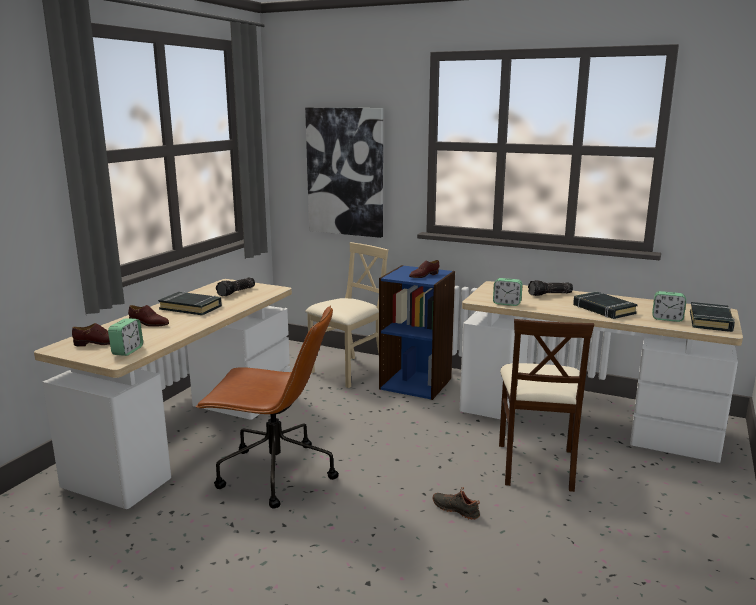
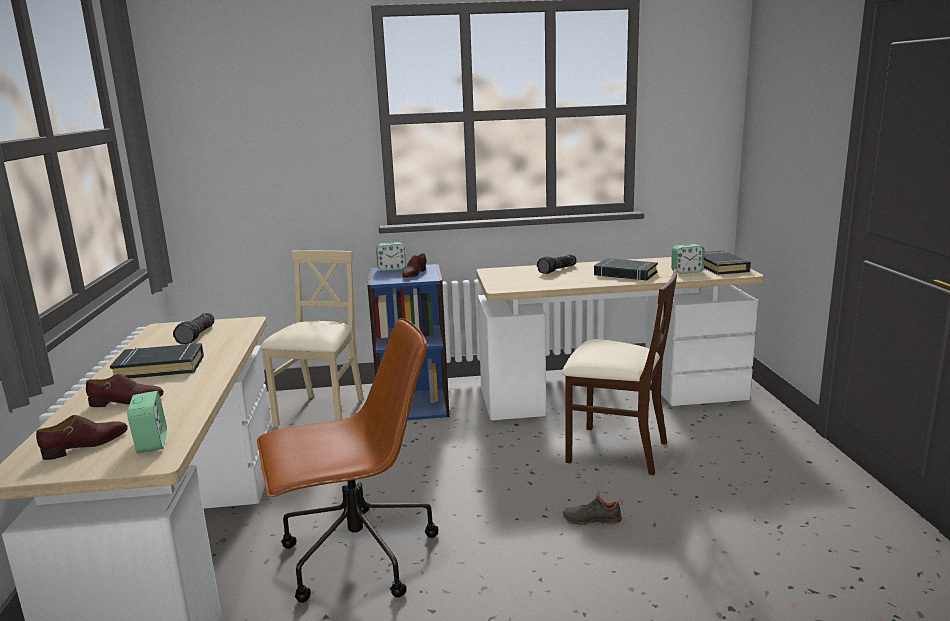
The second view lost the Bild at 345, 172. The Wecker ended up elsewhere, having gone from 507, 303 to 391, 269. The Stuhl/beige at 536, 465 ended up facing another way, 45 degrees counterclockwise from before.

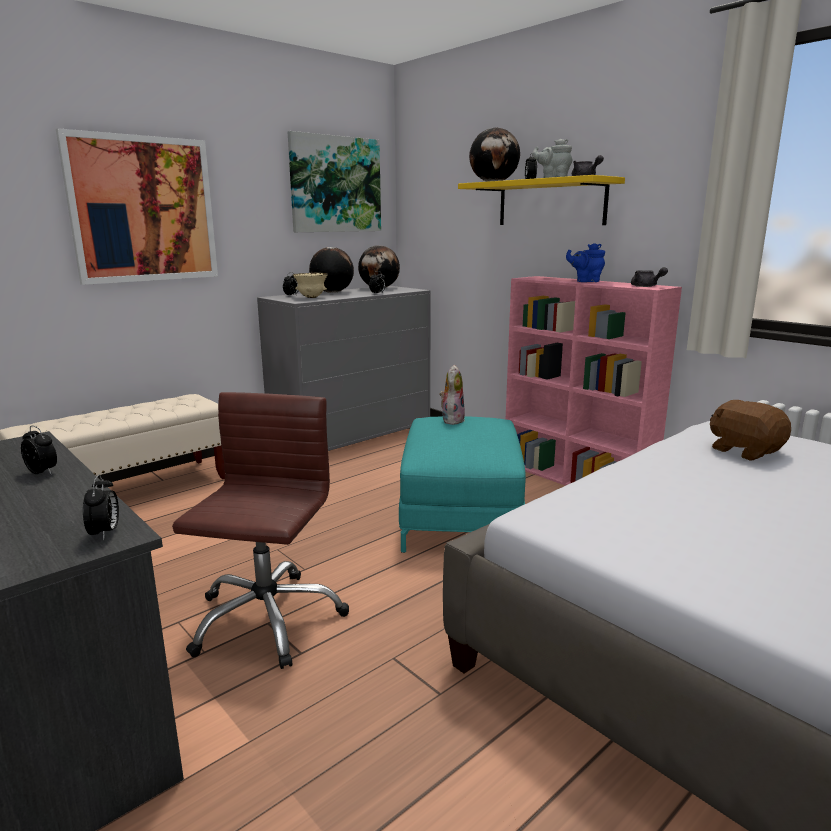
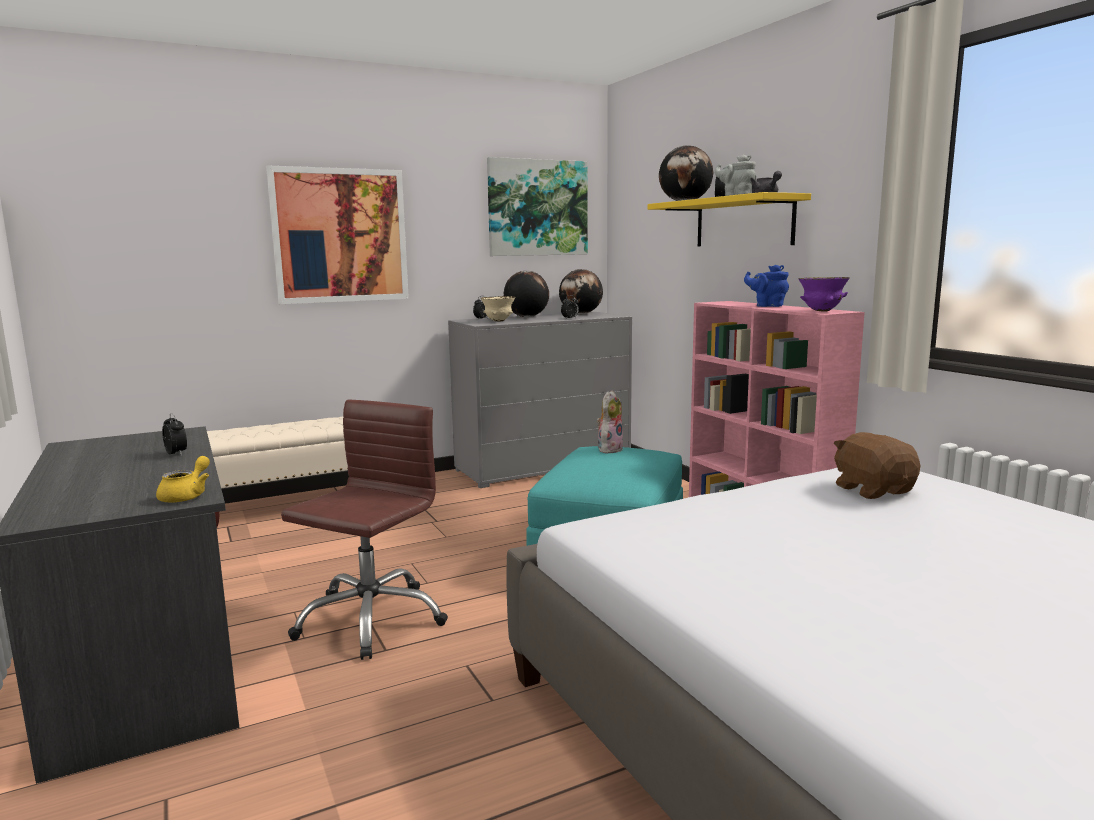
Where the Wecker stood at 105, 533, the Teekanne/gelb came to stand at 187, 496. Where the Teekanne/grau stood at 646, 286, the Schüssel/lila came to stand at 822, 311.

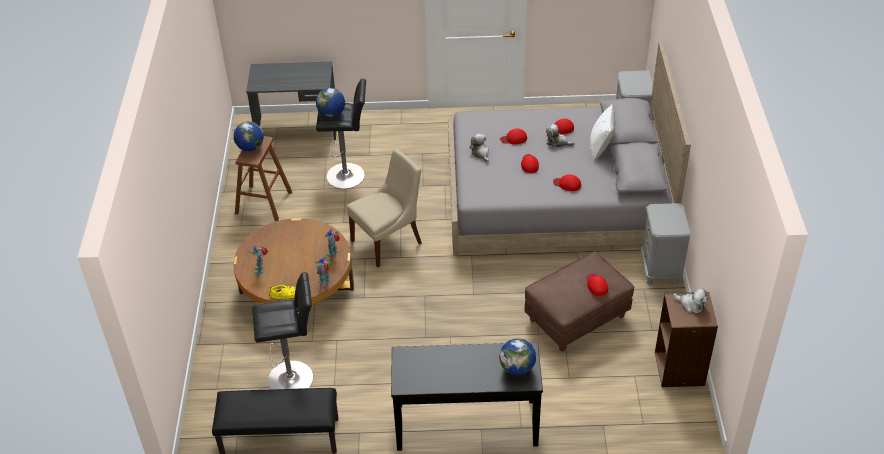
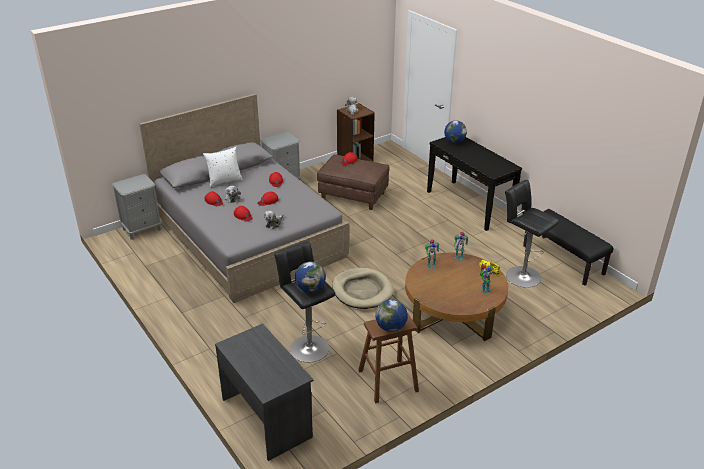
Where the Stuhl/beige stood at 388, 241, the Hundebett/beige came to stand at 362, 291.

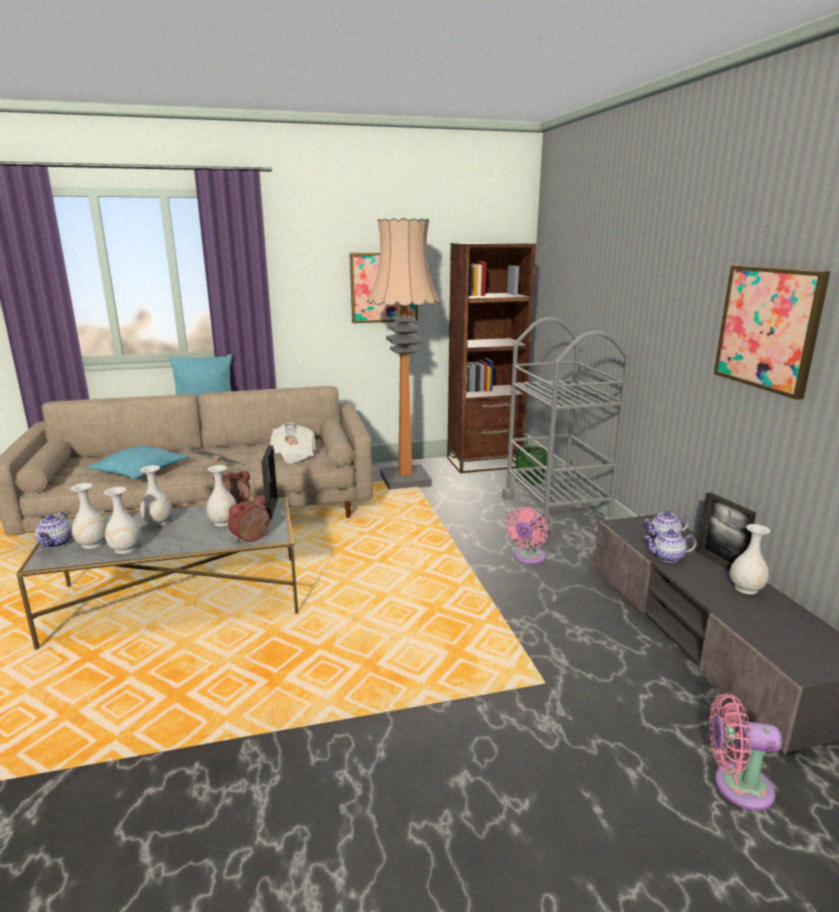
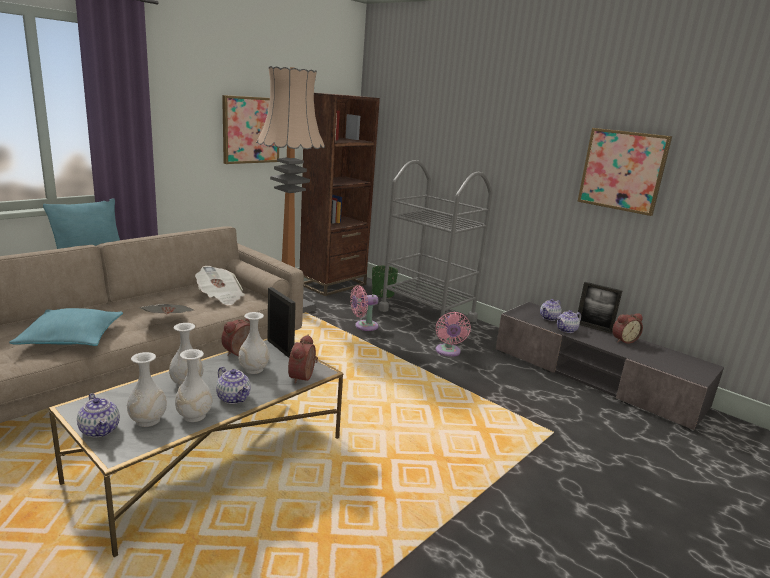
The second view gained the Teekanne at 234, 398. The Ventilator/rosa ended up elsewhere, having gone from 736, 786 to 364, 326. Where the Vase/weiß stood at 746, 588, the Wecker came to stand at 623, 340.

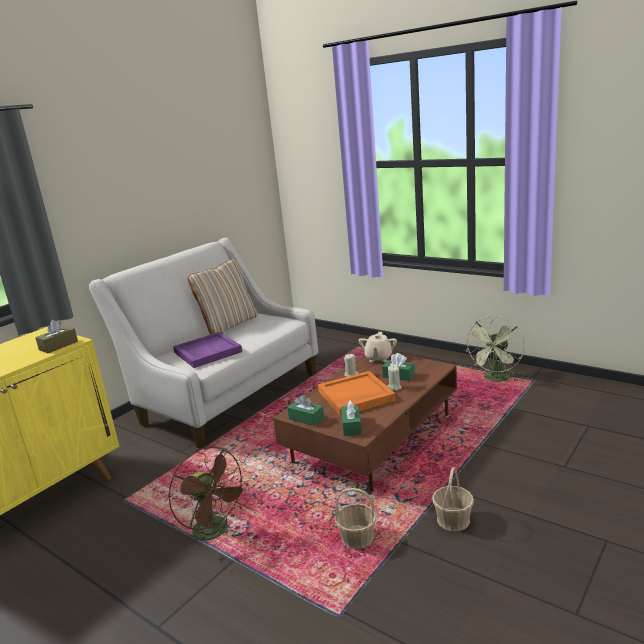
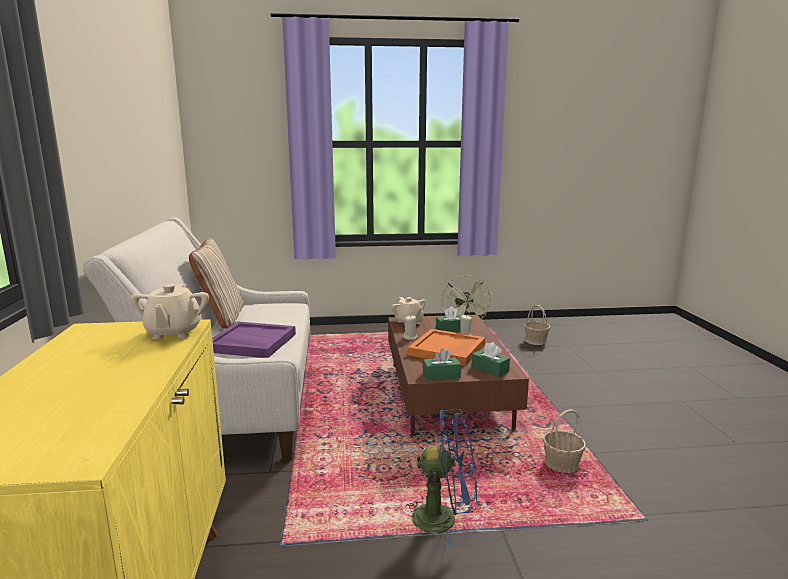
The Korb ended up elsewhere, having gone from 453, 519 to 536, 341. Where the Taschentuchbox/braun stood at 58, 346, the Teekanne/beige came to stand at 173, 333. What was the Ventilator/braun at 216, 532 turned into the Ventilator/blau at 444, 518.

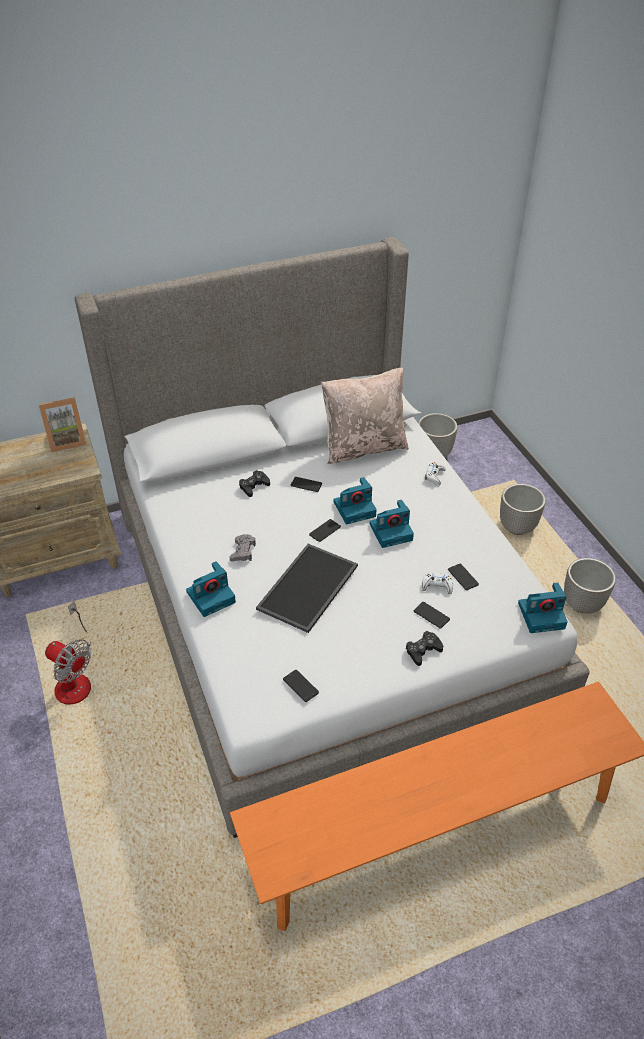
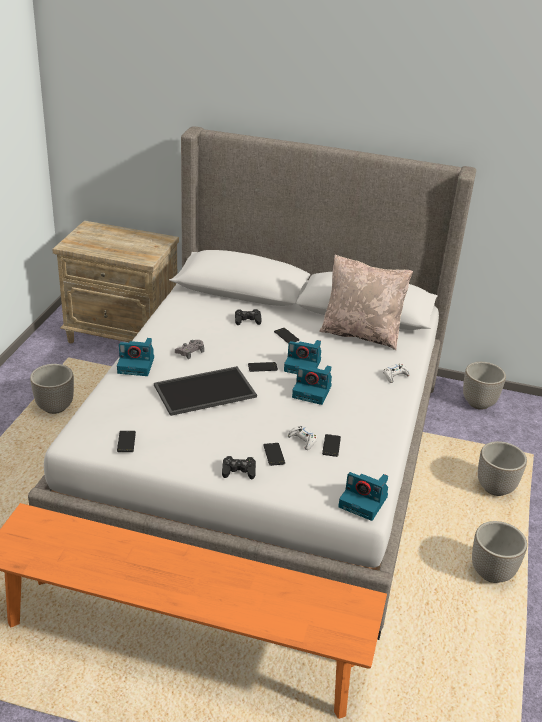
The second view lost the Bilderrahmen at 67, 441. Where the Ventilator stood at 74, 678, the Pflanzkübel came to stand at 55, 407.

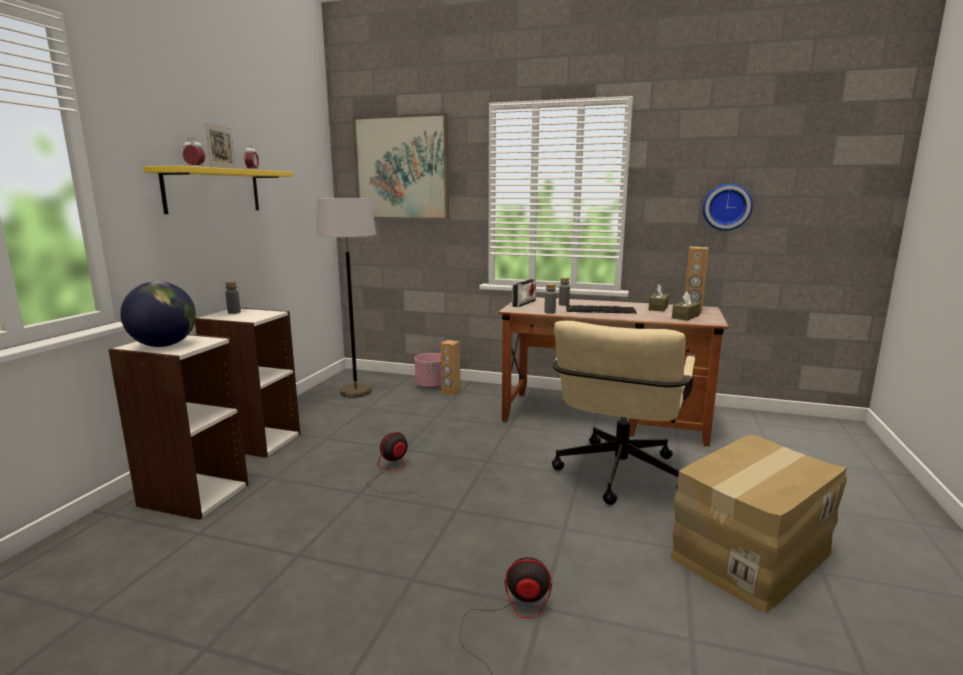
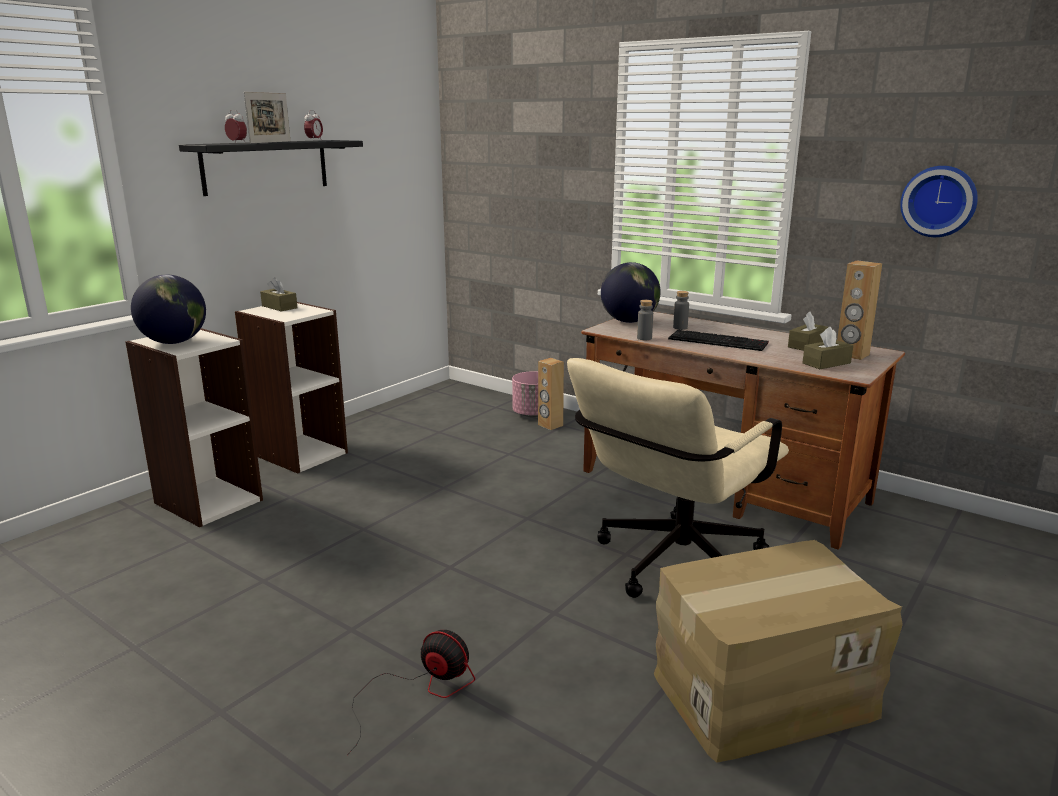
The second view lost the Stehlampe/grau at 356, 392. The second view lost the Bild at 401, 168. The second view lost the Ventilator at 392, 473. Where the Flasche/grau stood at 234, 312, the Taschentuchbox/braun came to stand at 279, 307. Where the Radio stood at 524, 303, the Globus came to stand at 629, 321. What was the Wandregal/gelb at 213, 190 turned into the Wandregal/schwarz at 266, 166.

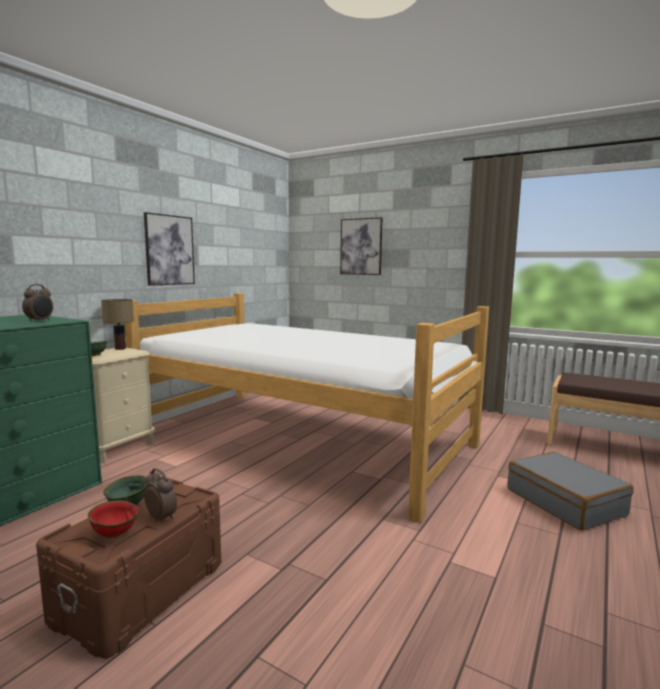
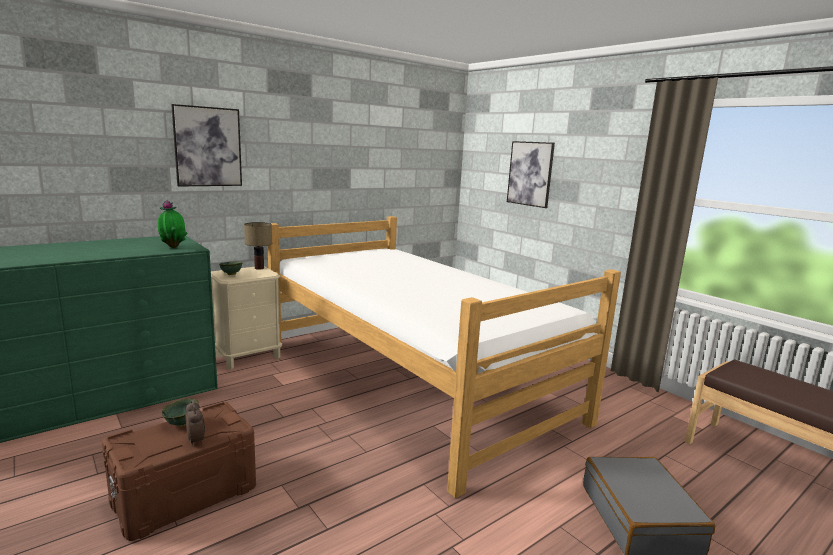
The second view lost the Schüssel/rot at 114, 534. The Bild ended up elsewhere, having gone from 169, 250 to 208, 147. Where the Wecker stood at 40, 321, the Topfpflanze came to stand at 173, 247.

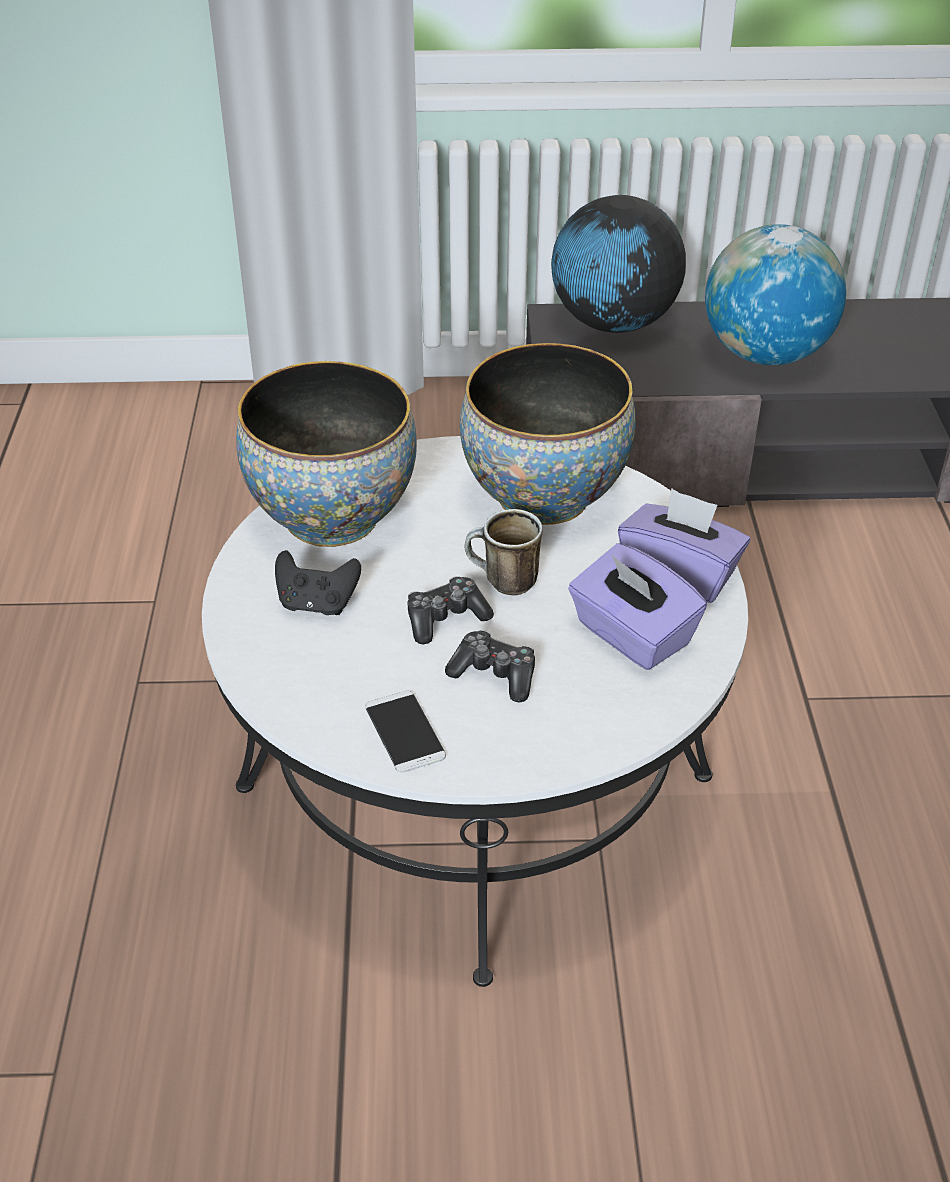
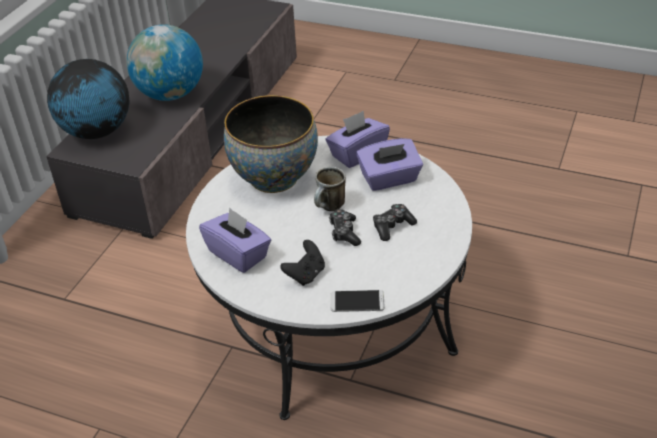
The Handy ended up elsewhere, having gone from 404, 732 to 357, 301. Where the Schüssel stood at 332, 518, the Taschentuchbox/lila came to stand at 238, 254.

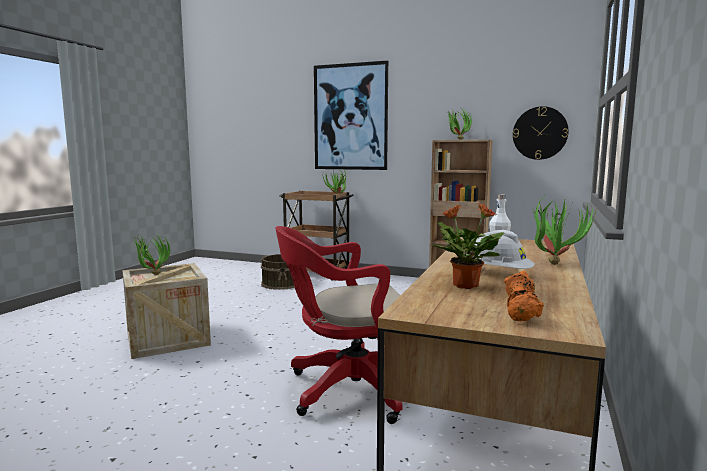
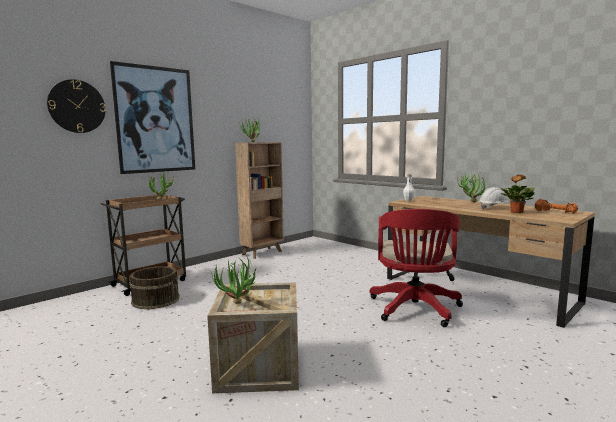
The Wanduhr ended up elsewhere, having gone from 540, 133 to 77, 106.

